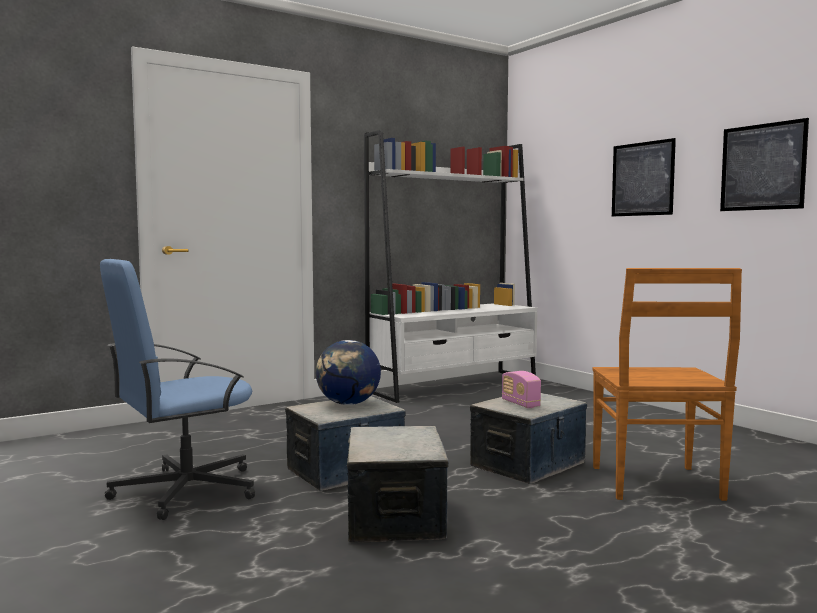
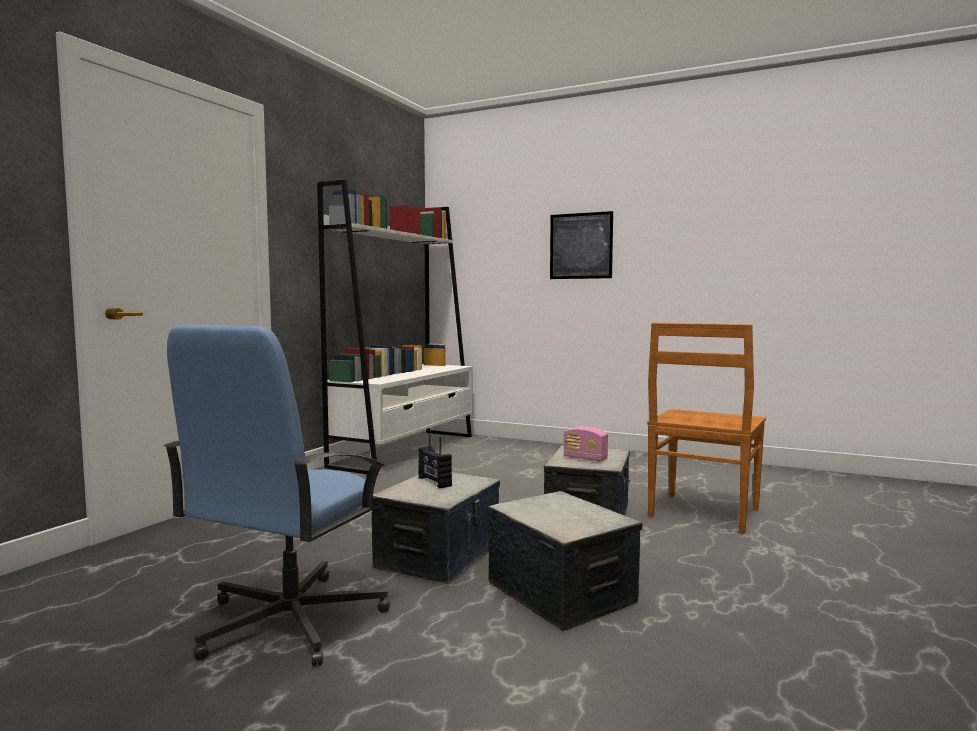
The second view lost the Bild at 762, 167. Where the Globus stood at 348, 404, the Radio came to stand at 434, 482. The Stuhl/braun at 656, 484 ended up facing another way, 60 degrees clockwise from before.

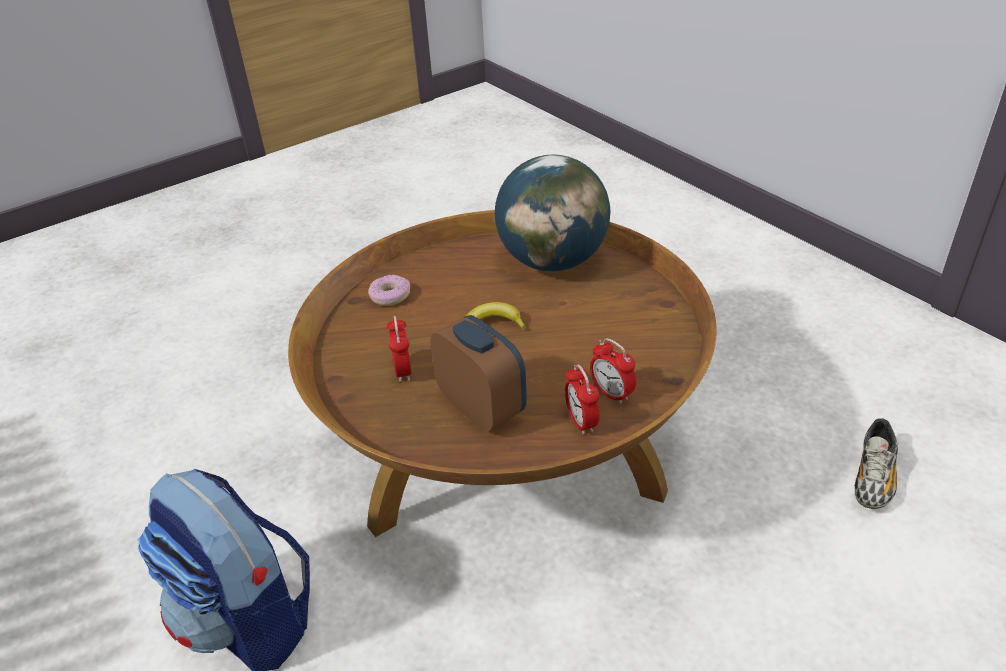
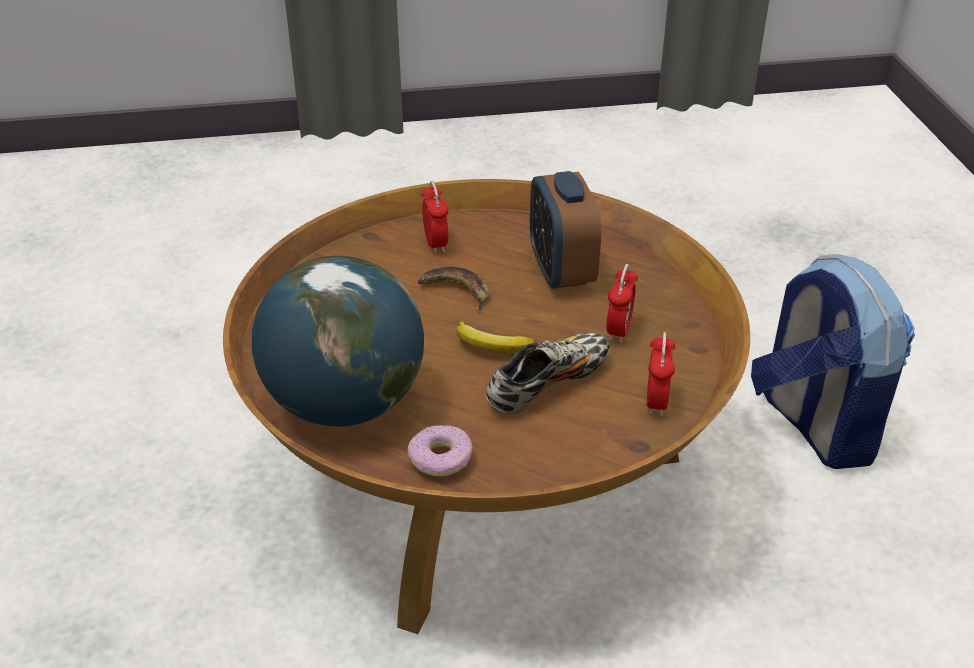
The second view gained the Banane at 456, 291. The Donut ended up elsewhere, having gone from 390, 296 to 441, 458. The Wecker ended up elsewhere, having gone from 581, 422 to 656, 402. The Schuh ended up elsewhere, having gone from 873, 478 to 548, 385.

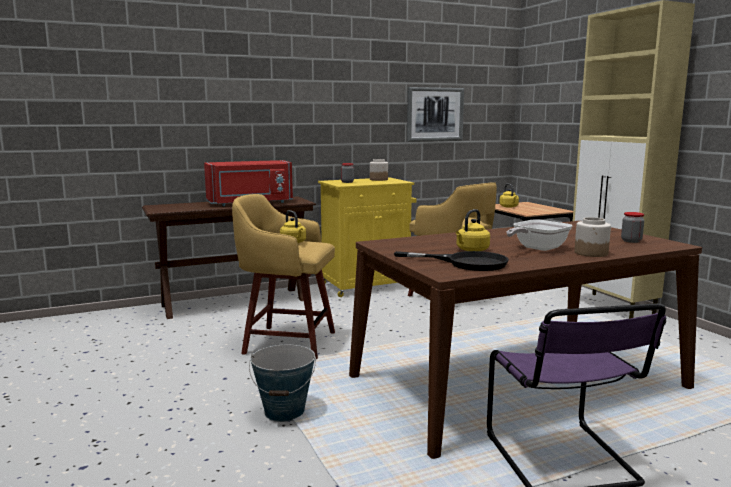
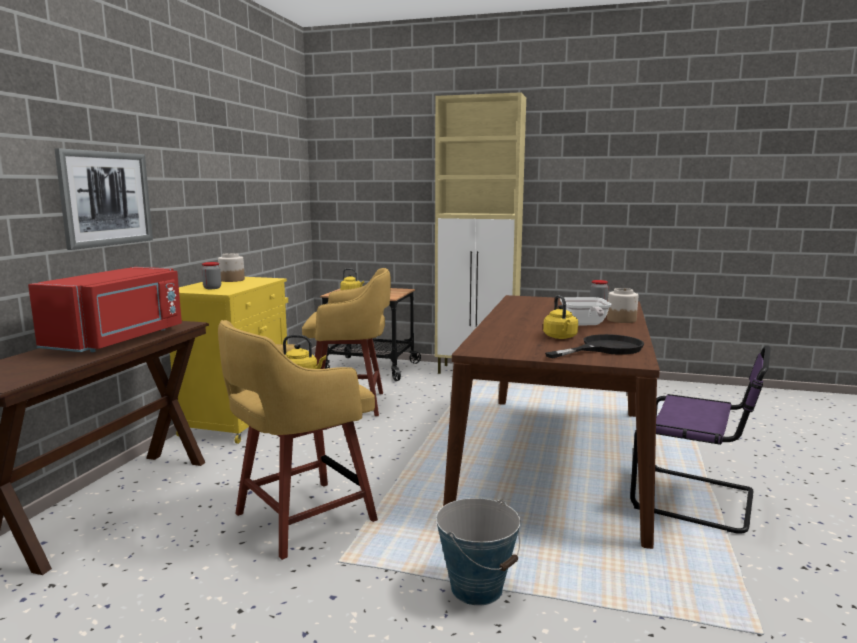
The Bild ended up elsewhere, having gone from 435, 114 to 106, 198.

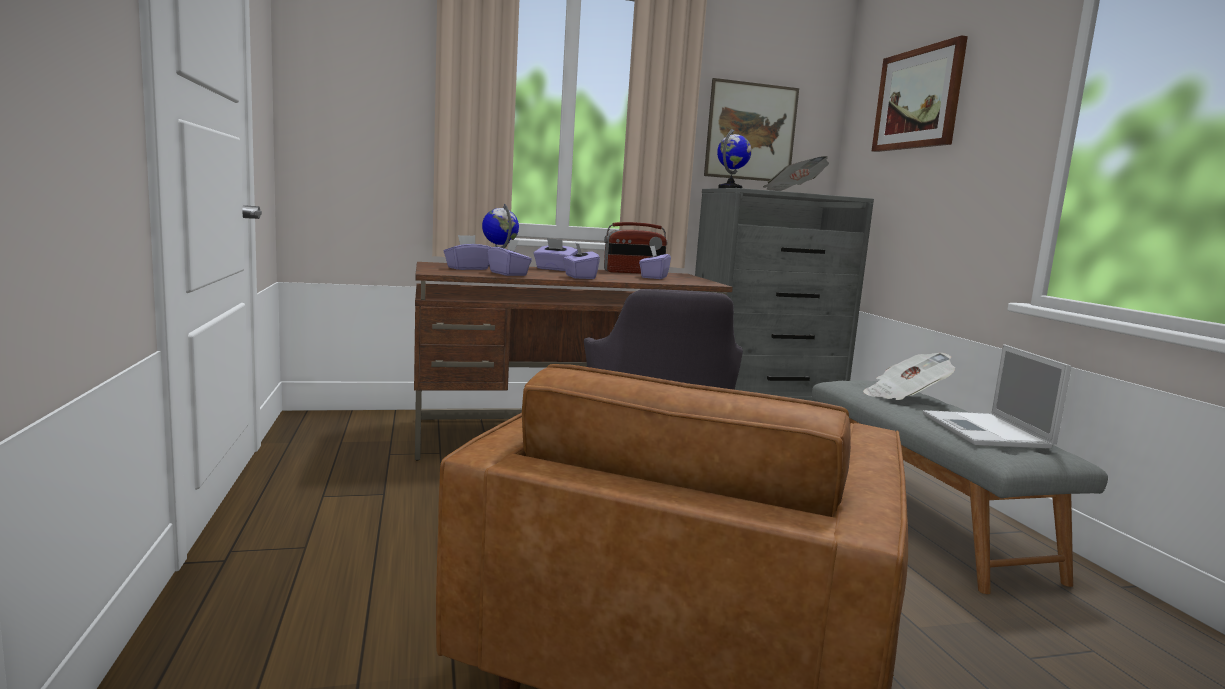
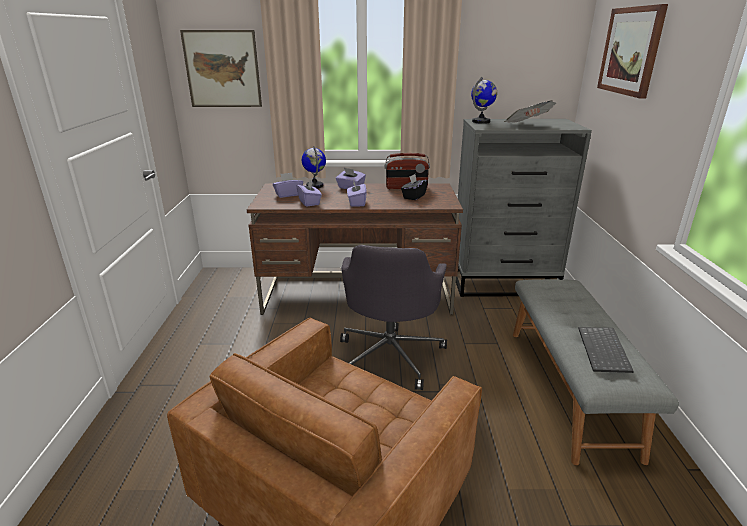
The second view lost the Zeitung at 904, 397. The Bild ended up elsewhere, having gone from 751, 132 to 222, 69. Where the Laptop stood at 987, 431, the Tastatur came to stand at 605, 351. What was the Taschentuchbox/lila at 653, 277 turned into the Taschentuchbox/schwarz at 414, 196.

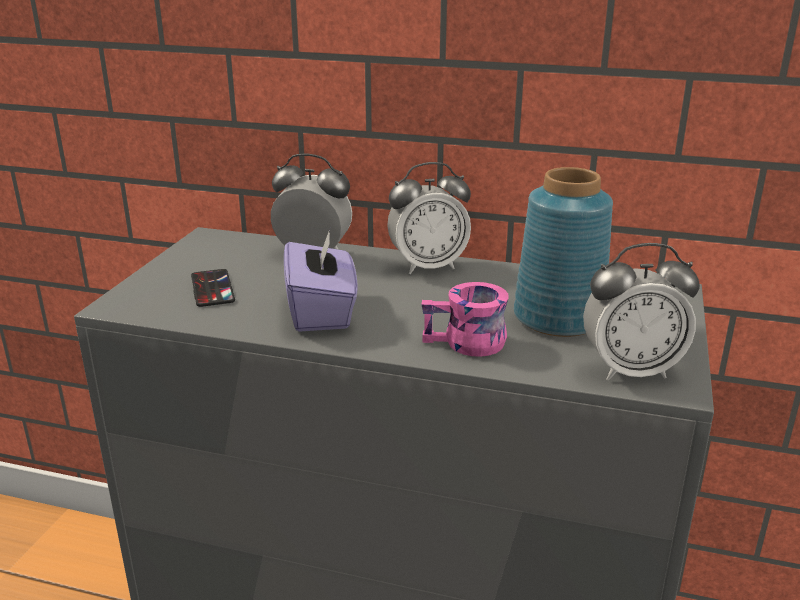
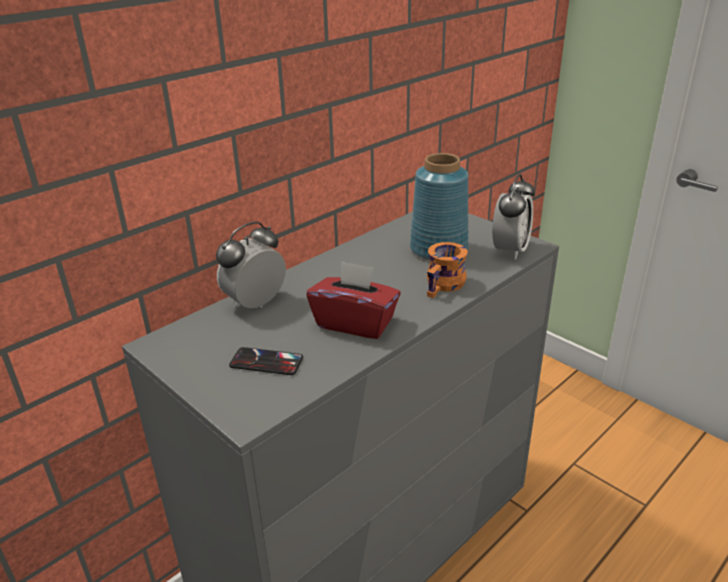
The second view lost the Wecker at 428, 266. What was the Taschentuchbox/lila at 322, 311 turned into the Taschentuchbox/rot at 355, 323. What was the Henkelbecher/rosa at 466, 344 turned into the Henkelbecher/orange at 446, 285.

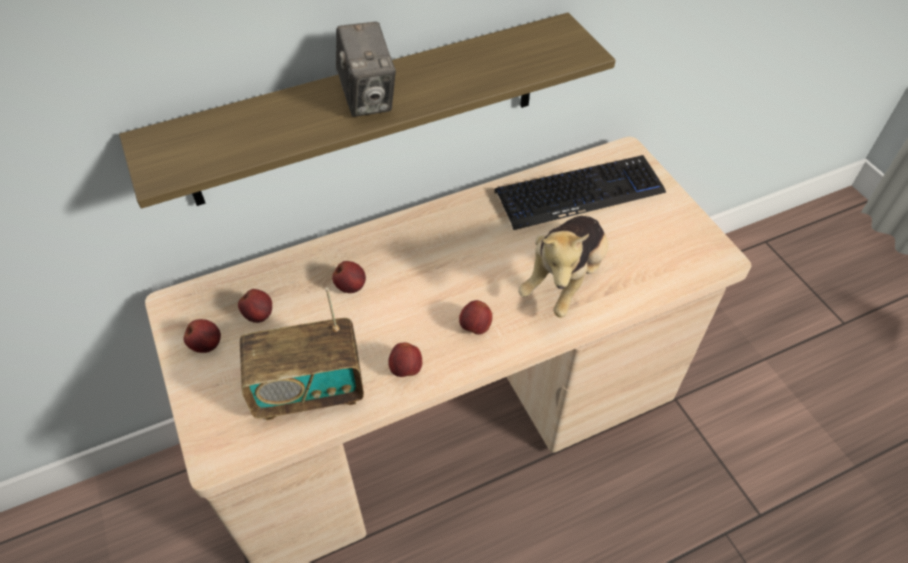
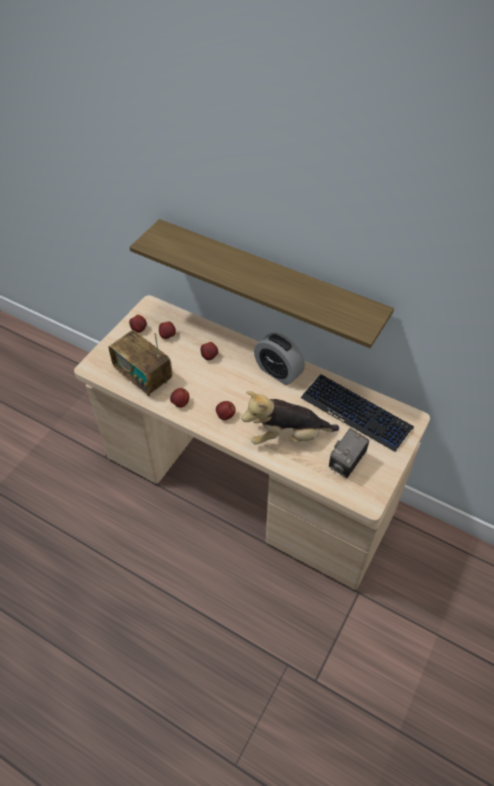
The second view gained the Wecker at 278, 371. The Kamera ended up elsewhere, having gone from 368, 99 to 346, 463.

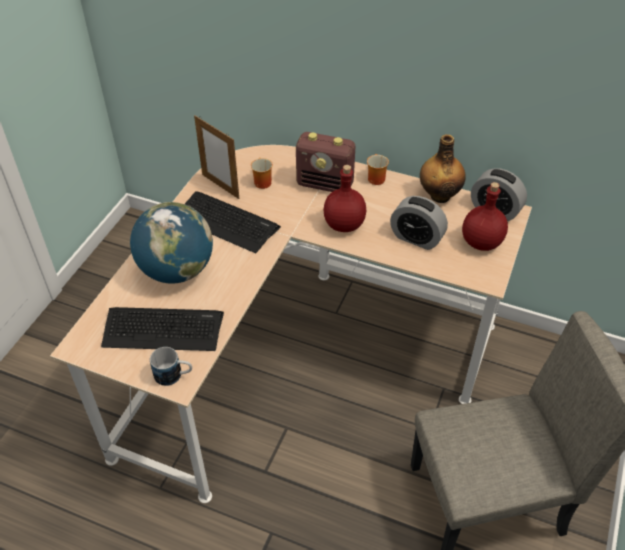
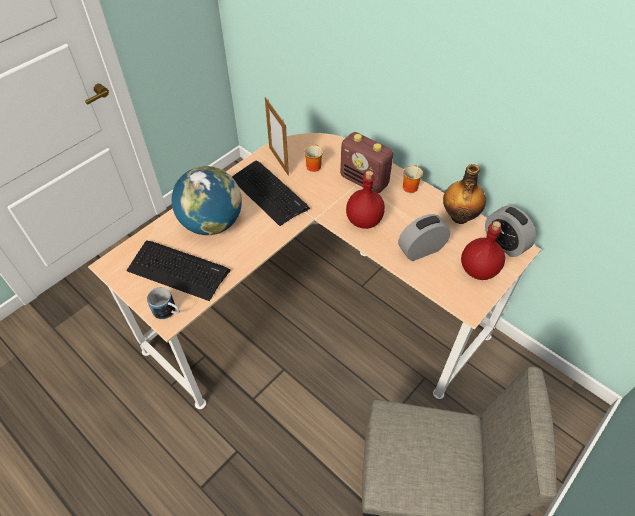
The Wecker at 416, 238 ended up facing another way, 105 degrees clockwise from before.

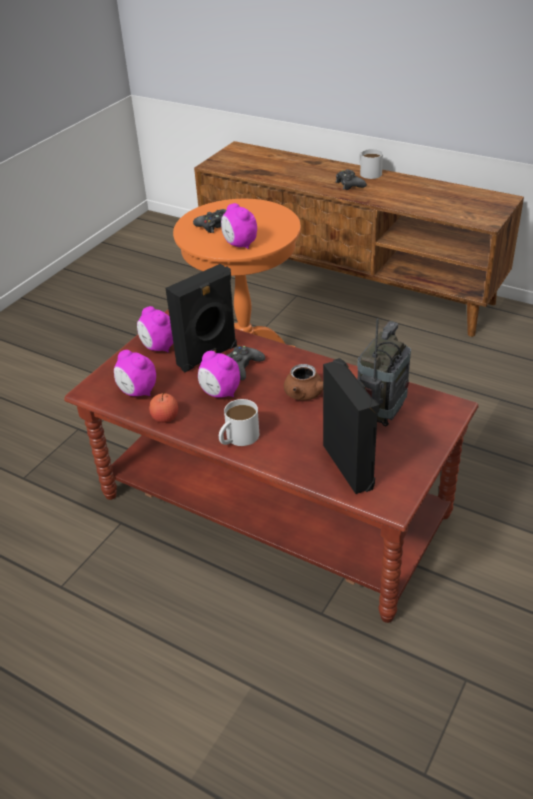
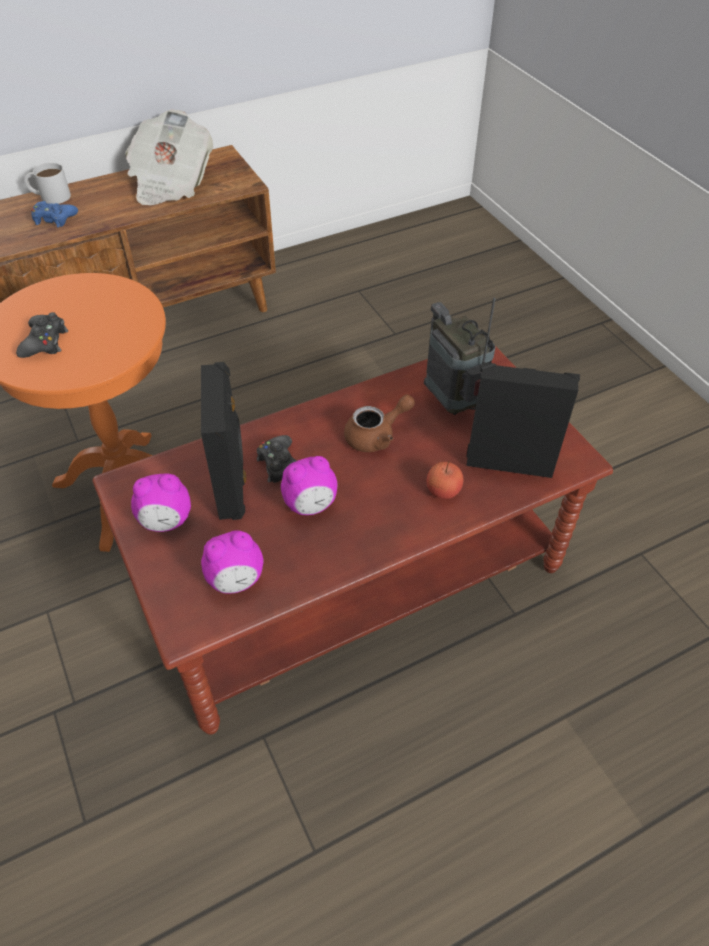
The second view lost the Henkelbecher/weiß at 237, 438. The second view lost the Wecker at 239, 245. The second view gained the Zeitung at 170, 183. The Apfel ended up elsewhere, having gone from 165, 418 to 443, 491. What was the Gamepad/schwarz at 349, 184 turned into the Gamepad/blau at 54, 219.

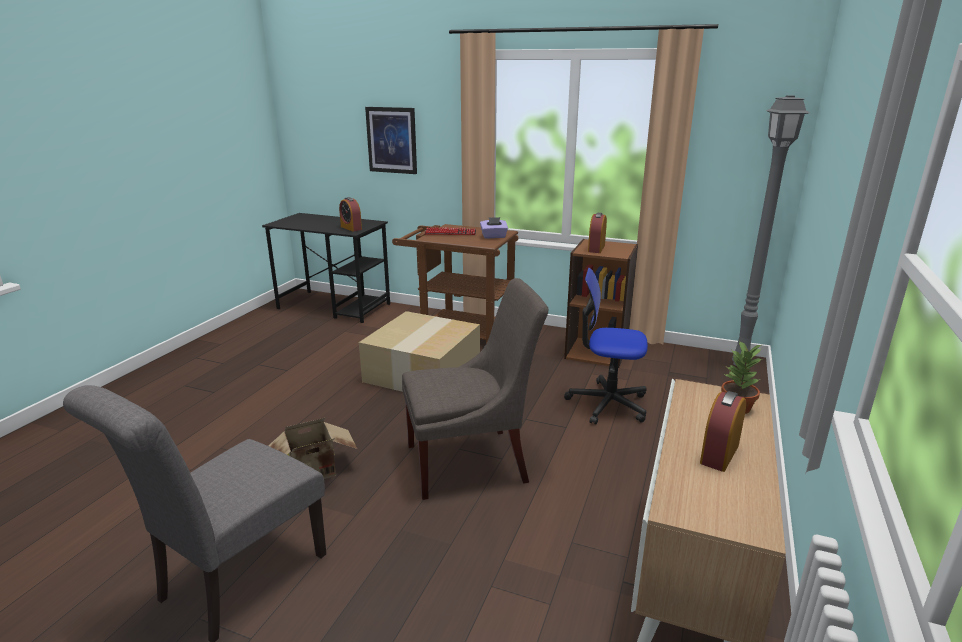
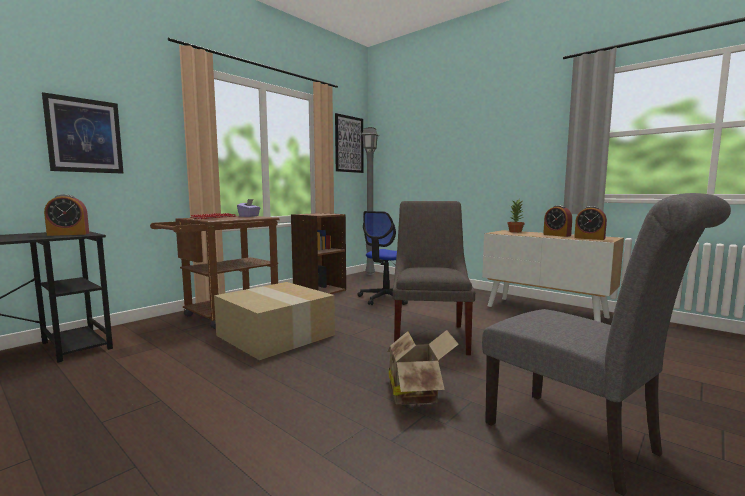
The second view gained the Bild at 349, 144. The Wecker ended up elsewhere, having gone from 596, 248 to 589, 238.

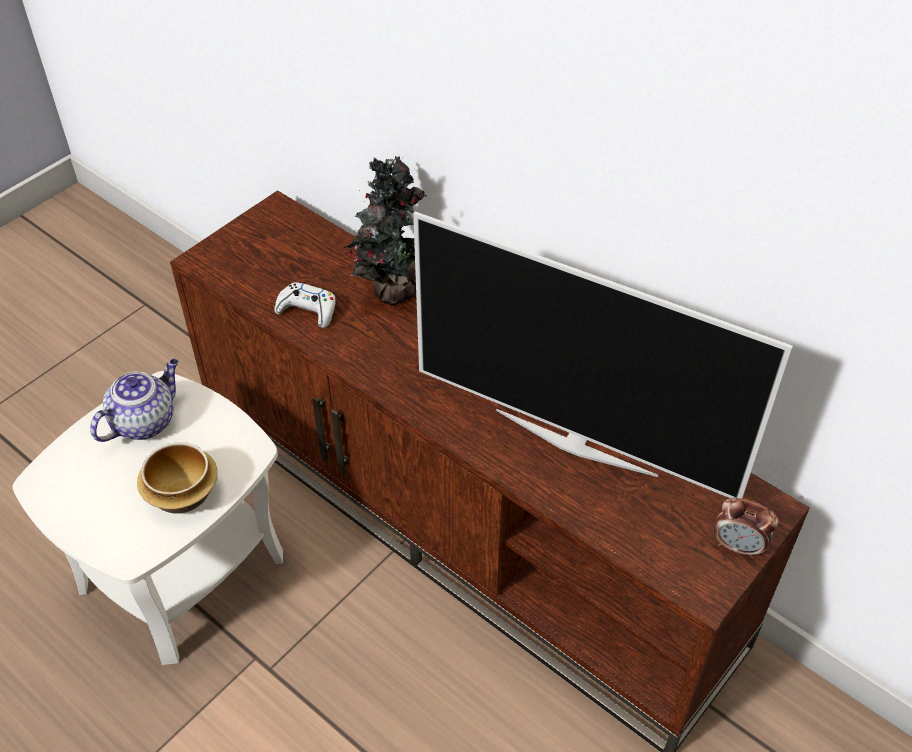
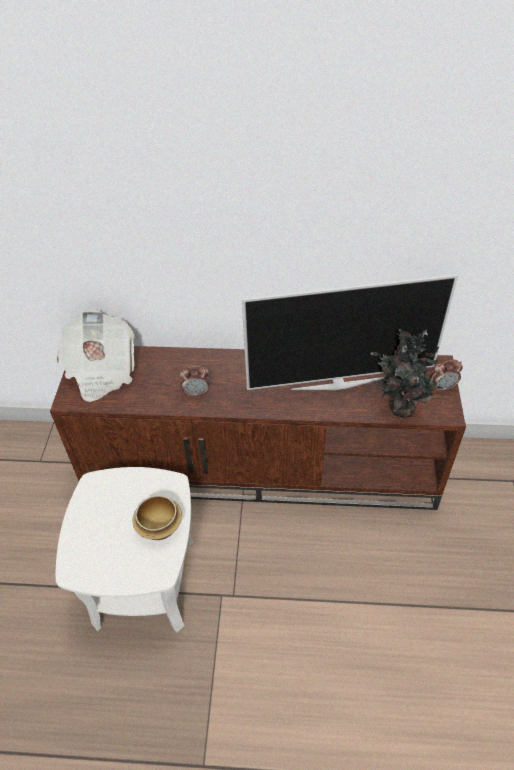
The second view lost the Teekanne at 144, 421. The second view lost the Gamepad/weiß at 307, 310. The second view gained the Zeitung at 100, 370. The second view gained the Wecker at 196, 392. The Topfpflanze ended up elsewhere, having gone from 391, 290 to 399, 408.

